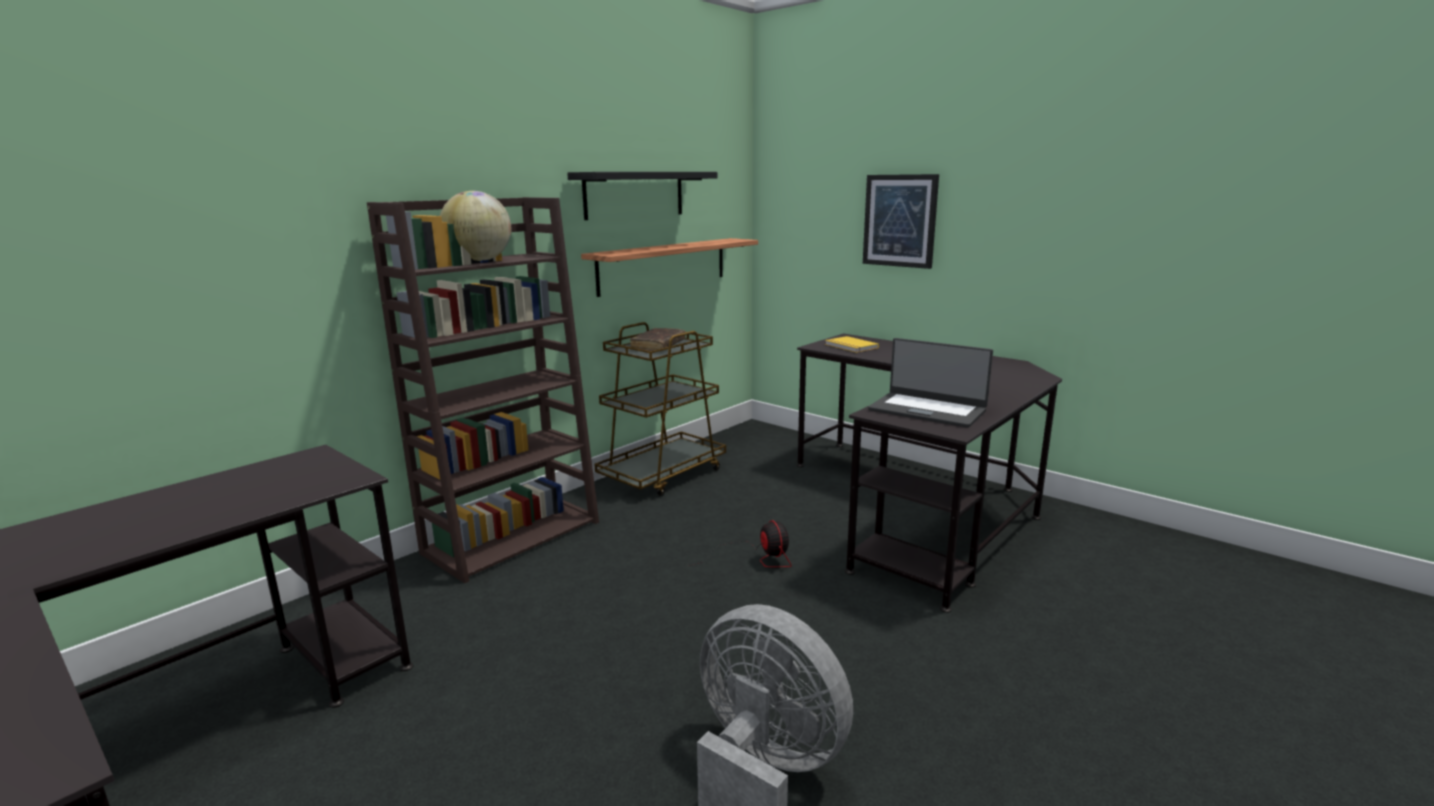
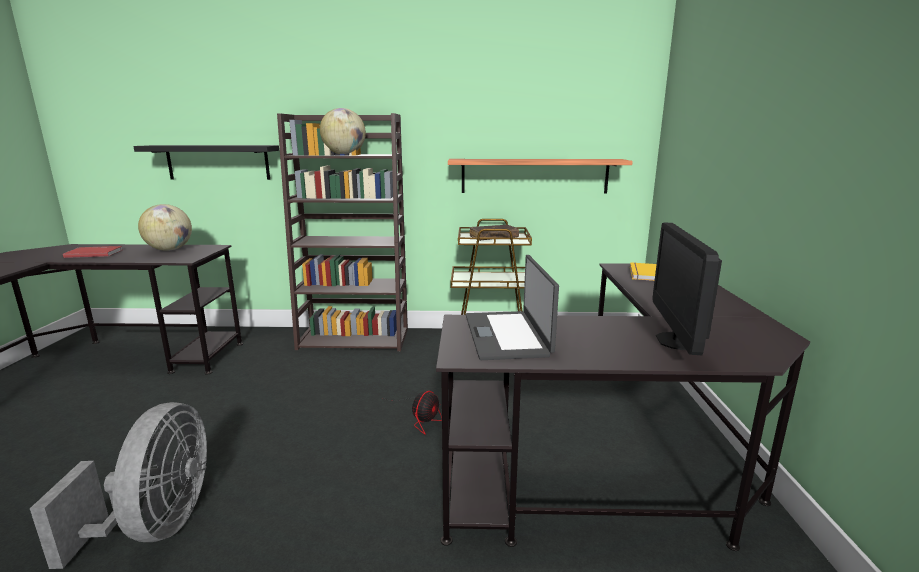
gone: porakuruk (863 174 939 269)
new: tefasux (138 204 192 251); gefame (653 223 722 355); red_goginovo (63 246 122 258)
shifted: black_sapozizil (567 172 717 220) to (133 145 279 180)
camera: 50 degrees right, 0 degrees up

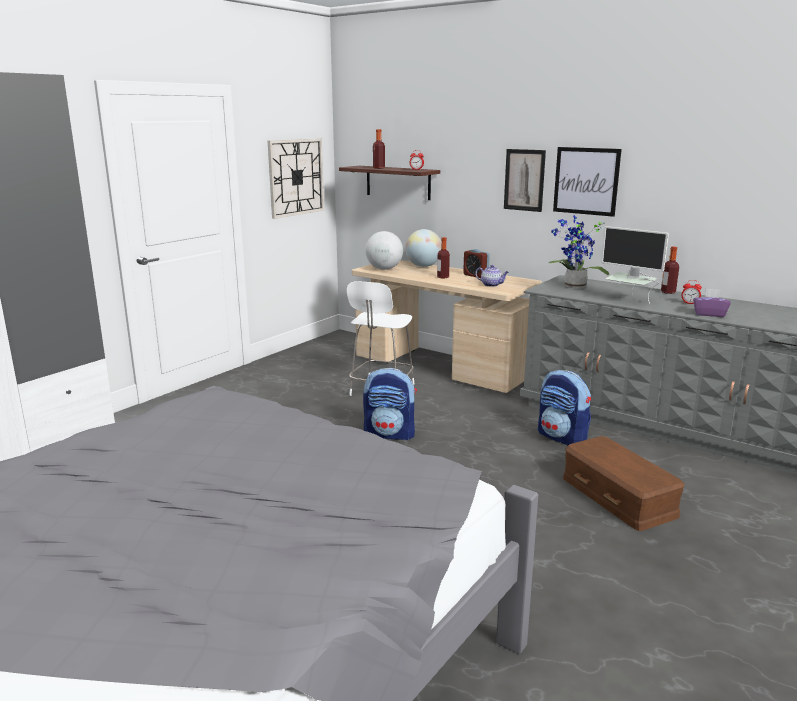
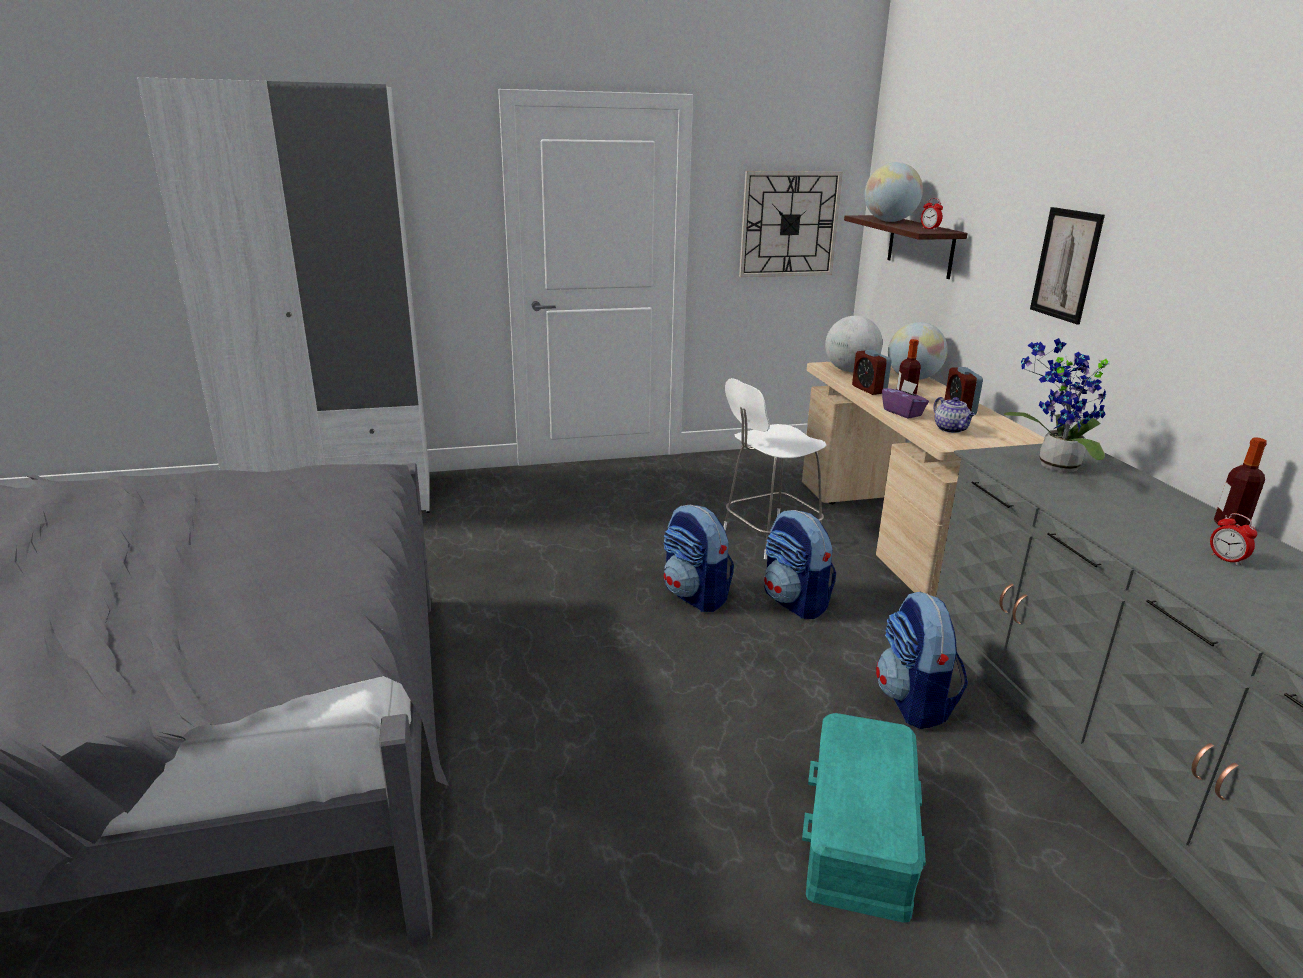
gone: porakuruk (553 147 622 217); gefame (601 226 669 304)
new: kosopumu (852 350 891 395); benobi (764 510 836 619)
shifted: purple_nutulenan (693 288 731 317) to (882 380 929 419)
swapped: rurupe (373 129 385 169) to tefasux (865 162 923 222)
repainted: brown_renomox (563 436 685 531) to turquoise_renomox (802 713 926 923)
camera: 40 degrees right, 5 degrees up

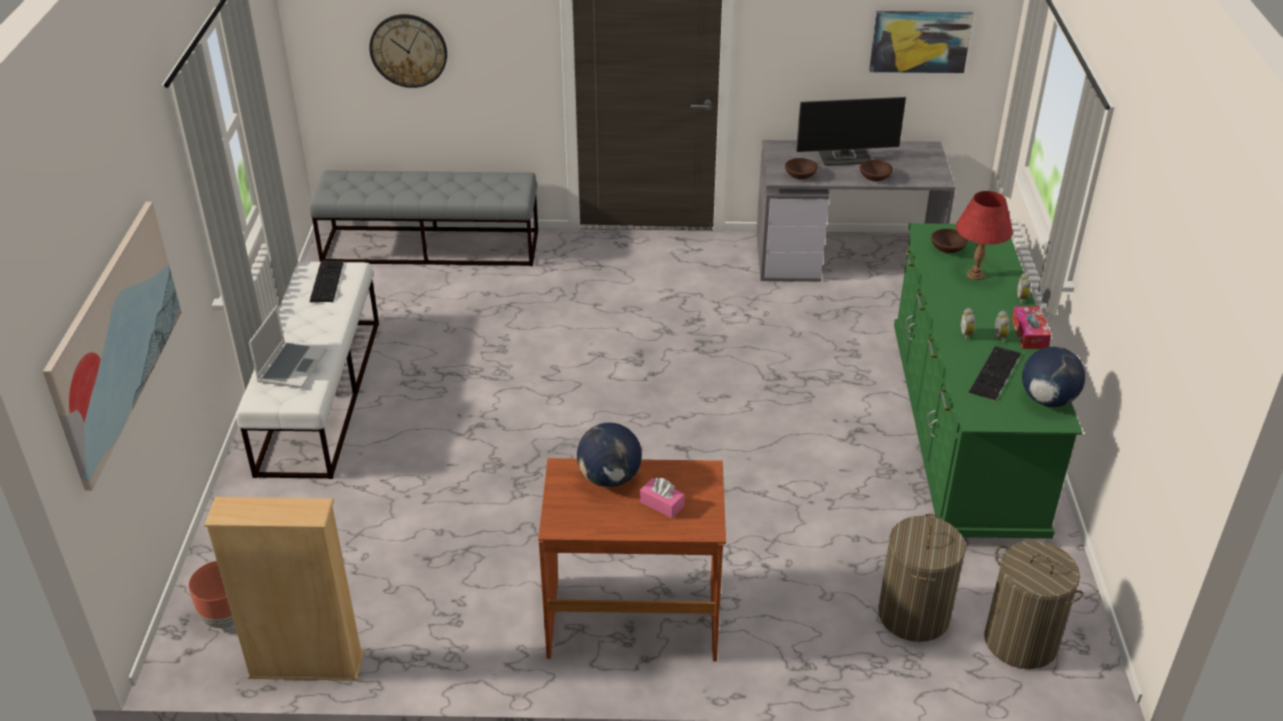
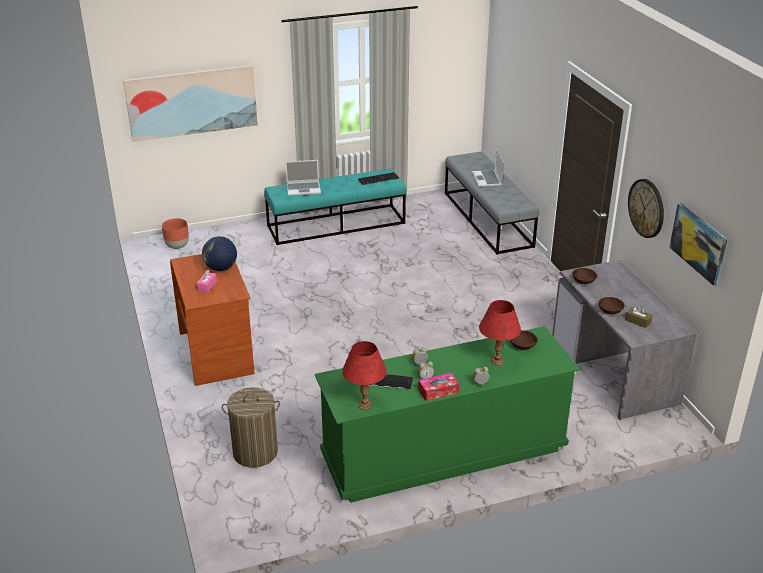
gone: gefame (796 97 906 166); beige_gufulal (204 497 364 681); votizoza (984 540 1083 669)
new: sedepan (472 149 504 187); brown_nutulenan (625 306 653 328)
shifted: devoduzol (369 14 447 88) to (628 179 664 238)
swapped: tefasux (1022 346 1085 407) to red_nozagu (342 341 387 410)
repainted: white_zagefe (236 262 379 479) to turquoise_zagefe (264 168 406 245)
camera: 70 degrees right, 5 degrees down

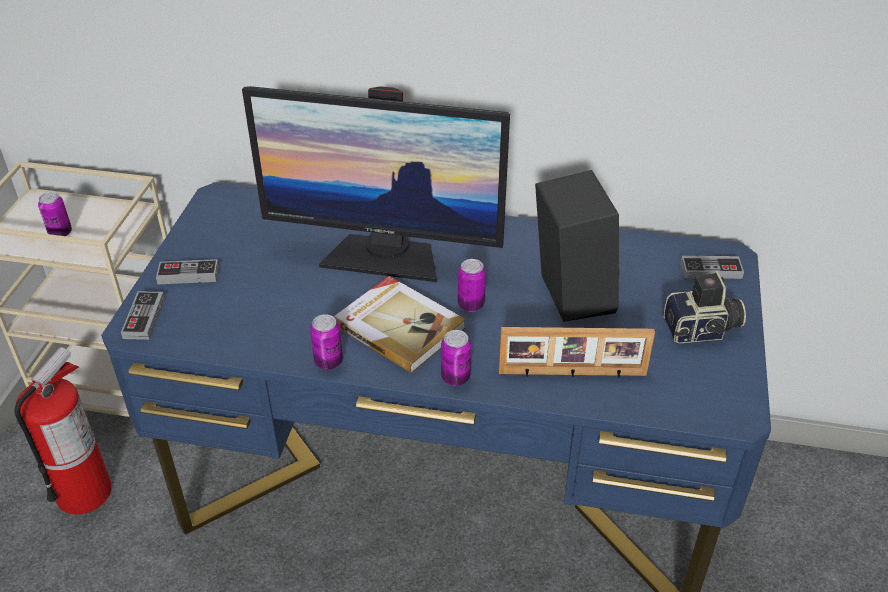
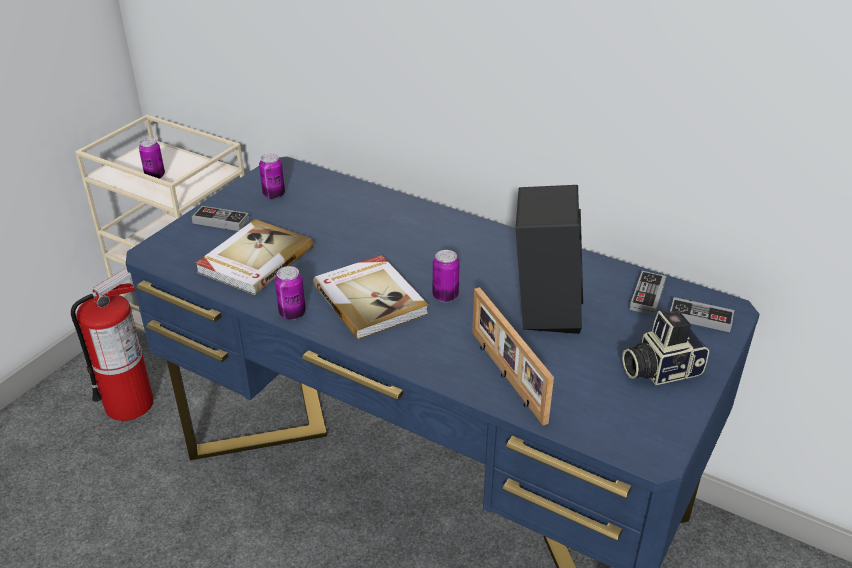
gone: gefame (242 86 510 282)
new: goginovo (195 219 313 295)
shifted: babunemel (121 291 165 340) to (629 271 666 316); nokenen (441 330 471 386) to (259 153 285 199)
rotated: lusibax (663 271 746 343) = (622 311 709 385) 150 degrees clockwise; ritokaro (499 327 655 378) = (472 287 554 426) 45 degrees clockwise
camera: 20 degrees right, 5 degrees down

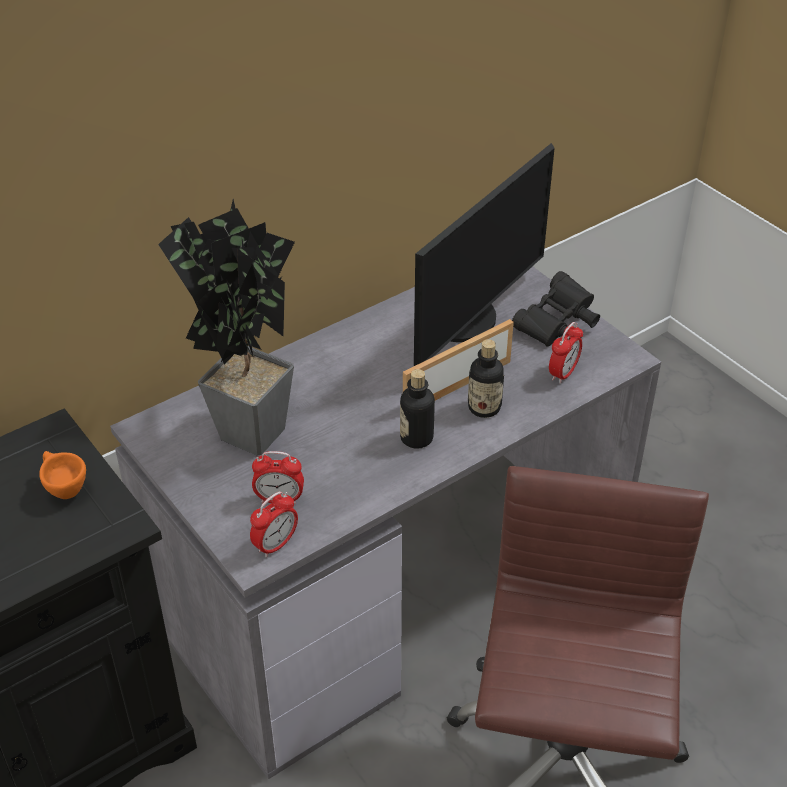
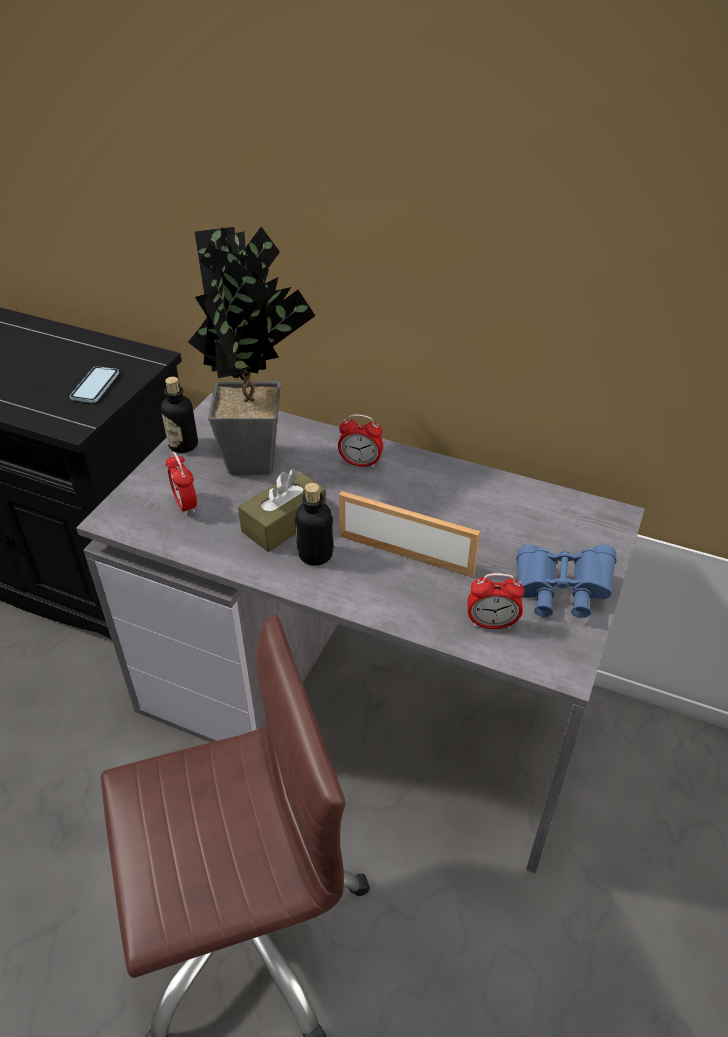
gone: gefame (414 143 554 366)
new: brown_nutulenan (238 469 326 552)
shifted: rurupe (468 339 504 418) to (161 377 198 453); kosopumu (250 491 298 558) to (338 414 383 468)
swapped: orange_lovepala (39 451 86 499) to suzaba (70 366 119 403)
repainted: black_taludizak (512 271 600 347) to blue_taludizak (517 545 616 618)
camera: 60 degrees right, 0 degrees up

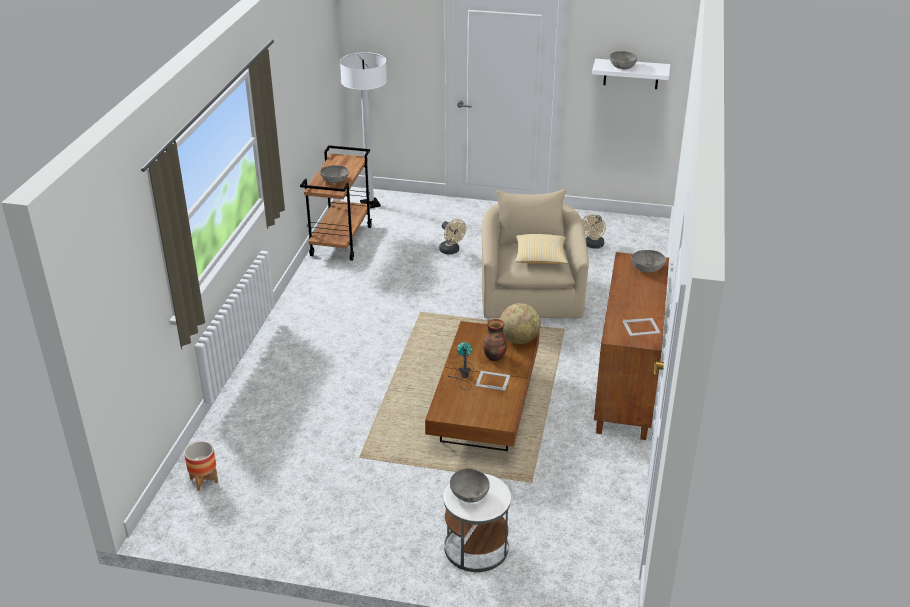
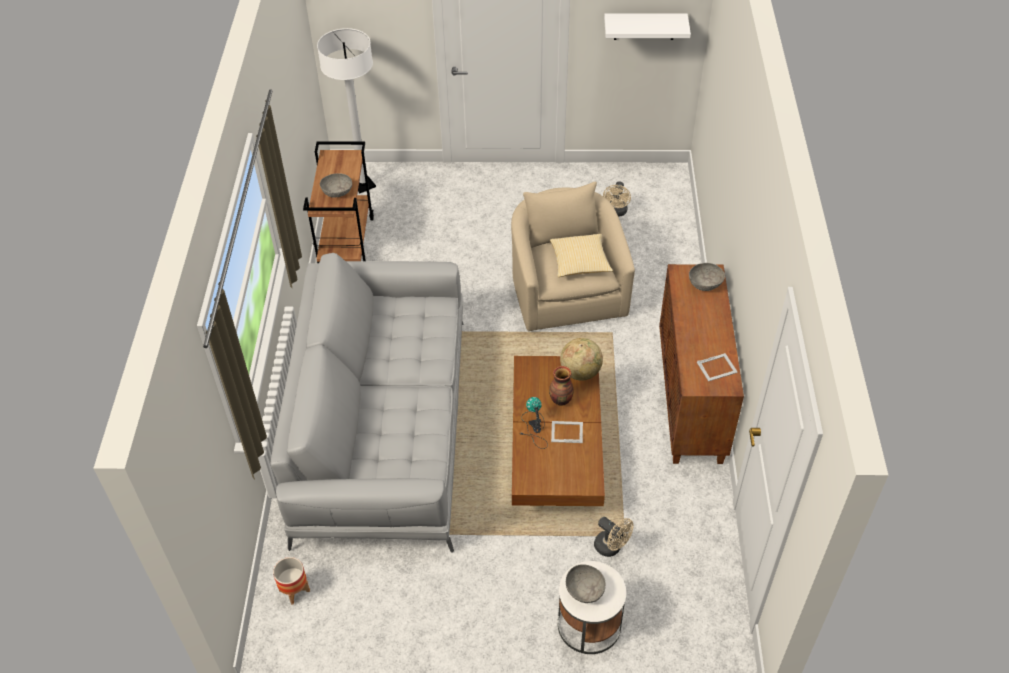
gone: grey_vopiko (610 51 637 70)
new: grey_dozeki (271 253 463 553)
shifted: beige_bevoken (439 219 466 254) to (594 517 634 557)
camera: 10 degrees left, 15 degrees up

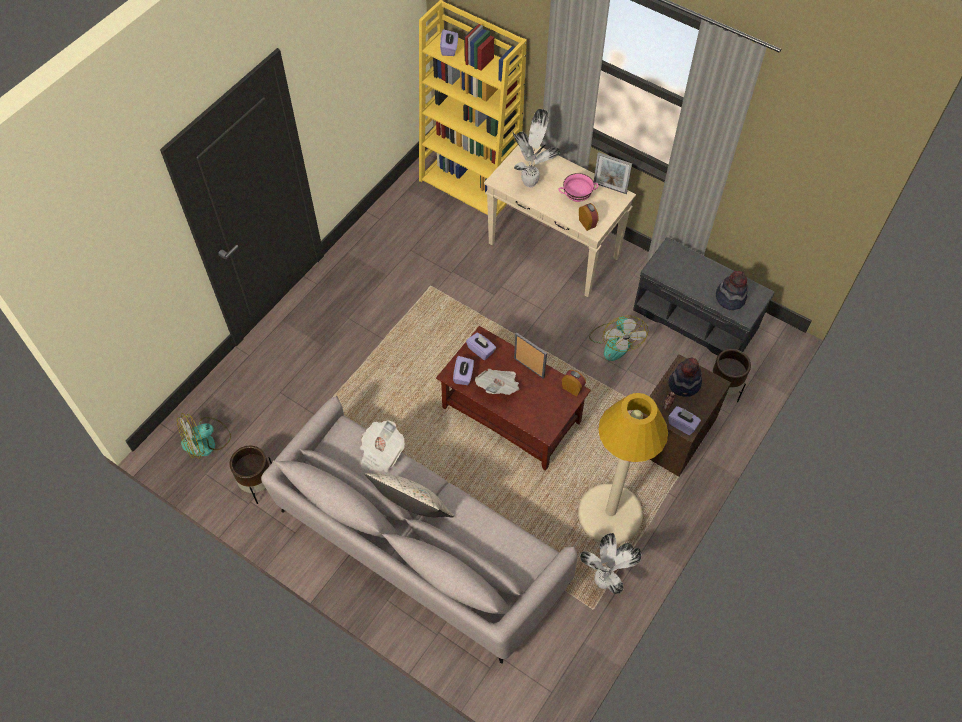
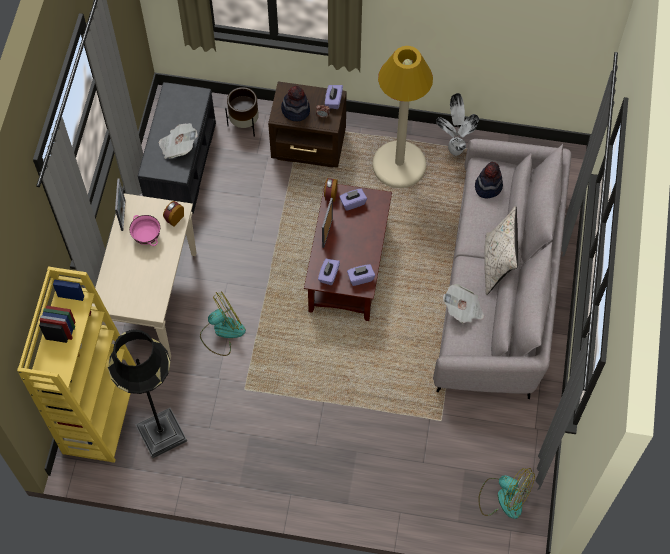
gone: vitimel (513 109 560 187); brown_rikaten (230 446 272 504)
new: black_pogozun (108 330 187 459)
shifted: purple_nutulenan (440 29 458 56) to (339 189 367 211); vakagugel (716 271 748 310) to (475 162 503 198); bevoken (589 316 648 361) to (200 291 246 356); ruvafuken (475 369 519 395) to (159 123 197 159)
camera: 115 degrees left, 5 degrees up

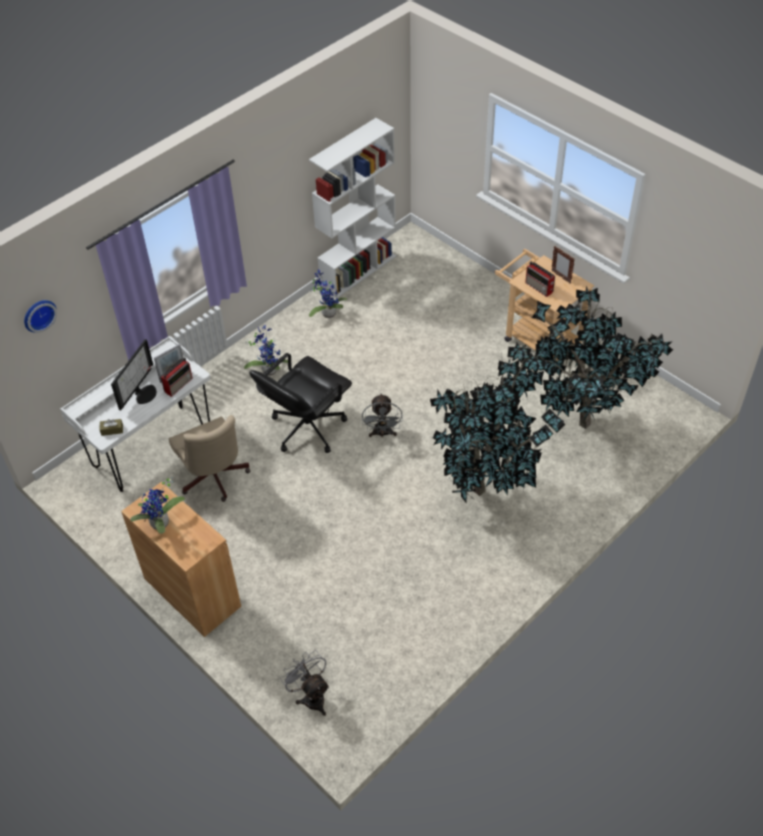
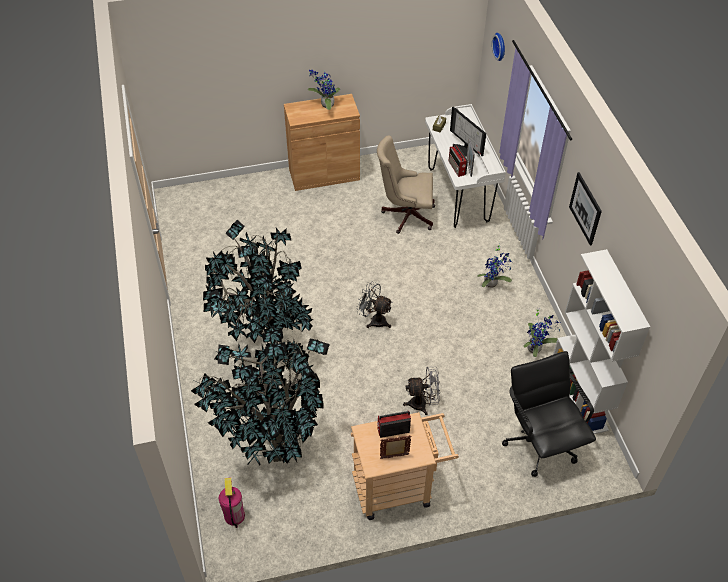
new: porakuruk (569 172 602 246); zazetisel (219 478 245 528)
shifted: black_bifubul (249 353 352 453) to (502 351 596 477); grey_bevoken (280 650 329 716) to (403 367 440 415)
camera: 120 degrees right, 0 degrees up

